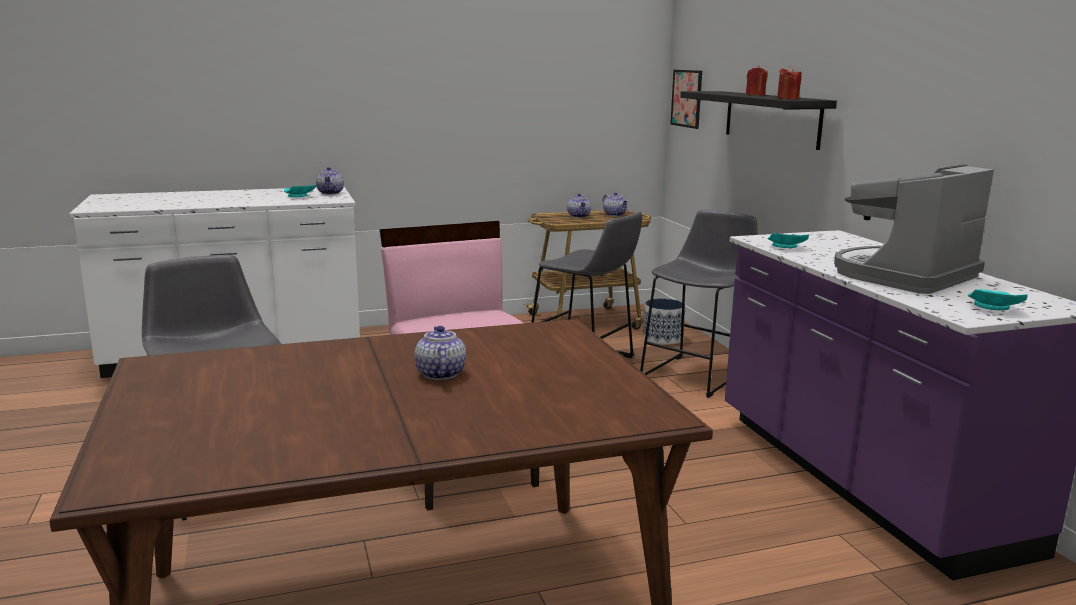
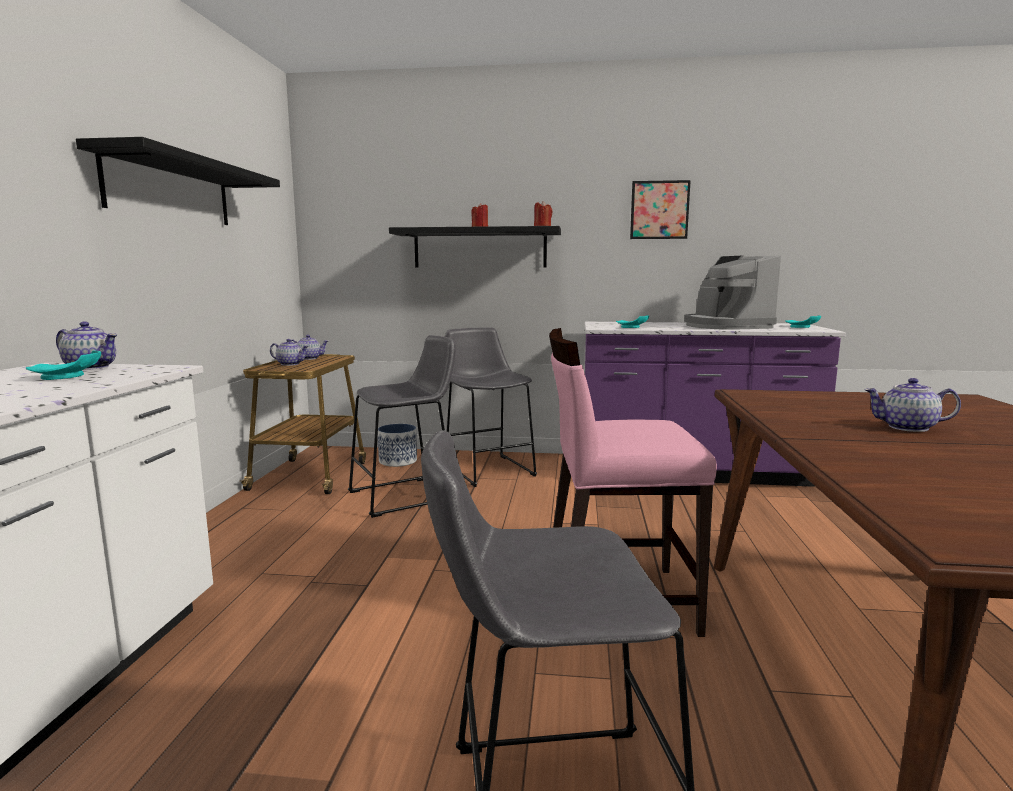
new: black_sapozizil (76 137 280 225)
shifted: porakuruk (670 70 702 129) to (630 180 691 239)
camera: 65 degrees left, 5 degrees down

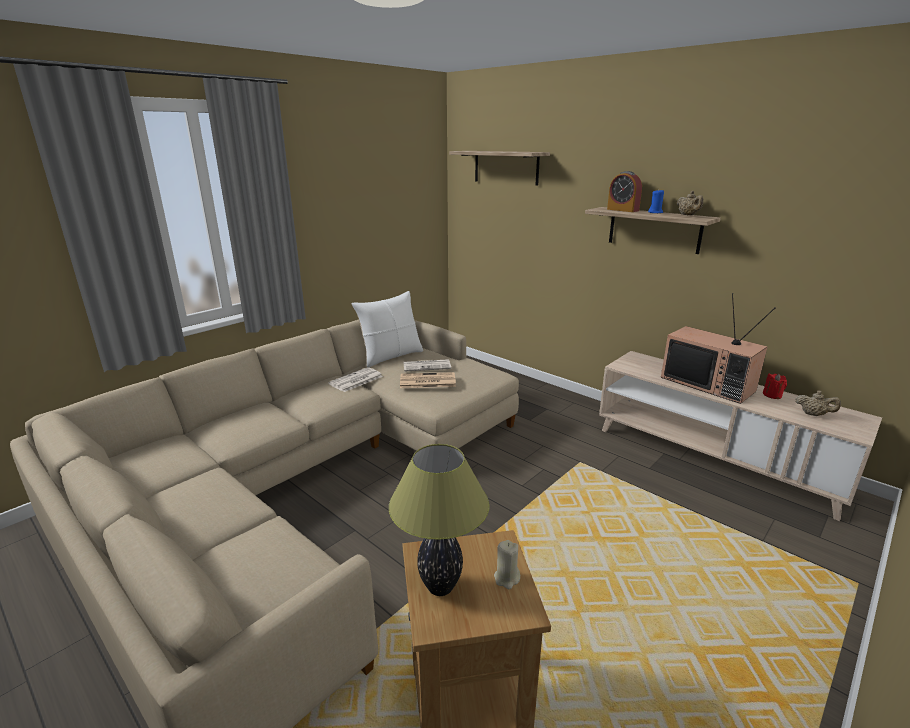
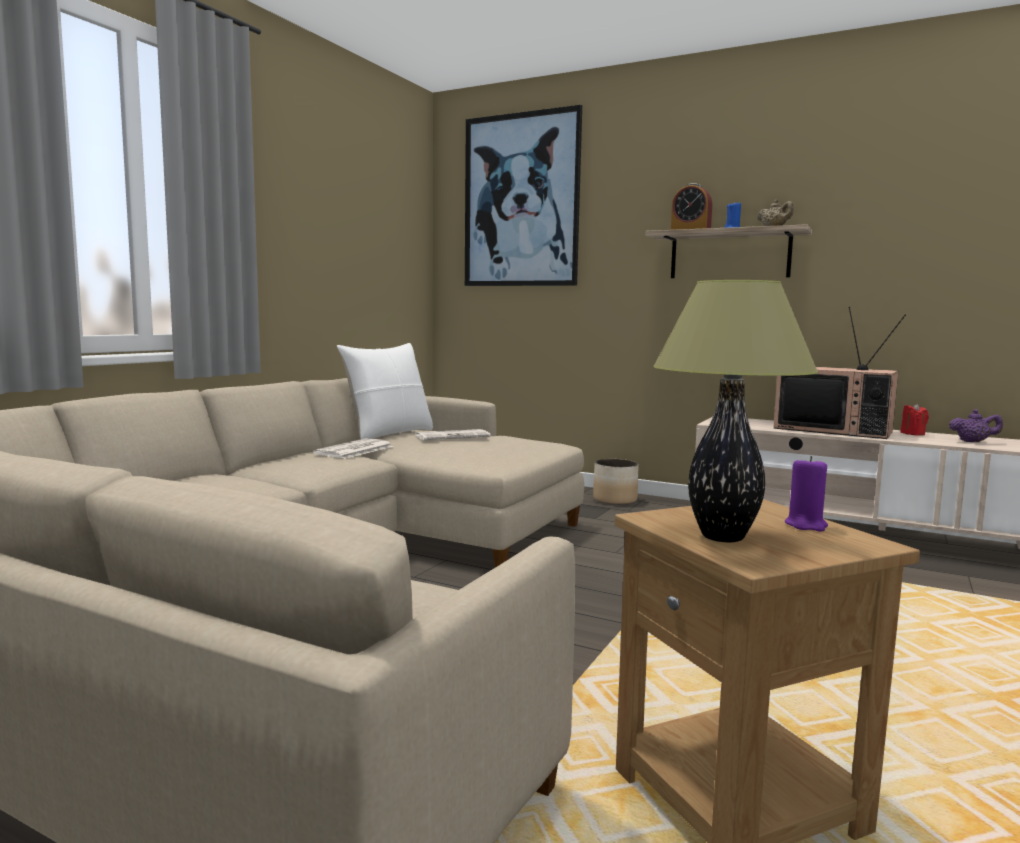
gone: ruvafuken (400 372 456 388)
new: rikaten (593 459 639 505)
swapped: sapozizil (449 151 550 186) to porakuruk (465 105 582 286)
repainted: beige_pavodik (795 391 841 416) to purple_pavodik (949 409 1003 442); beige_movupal (494 540 520 589) to purple_movupal (785 456 828 532)
camera: 15 degrees left, 15 degrees down

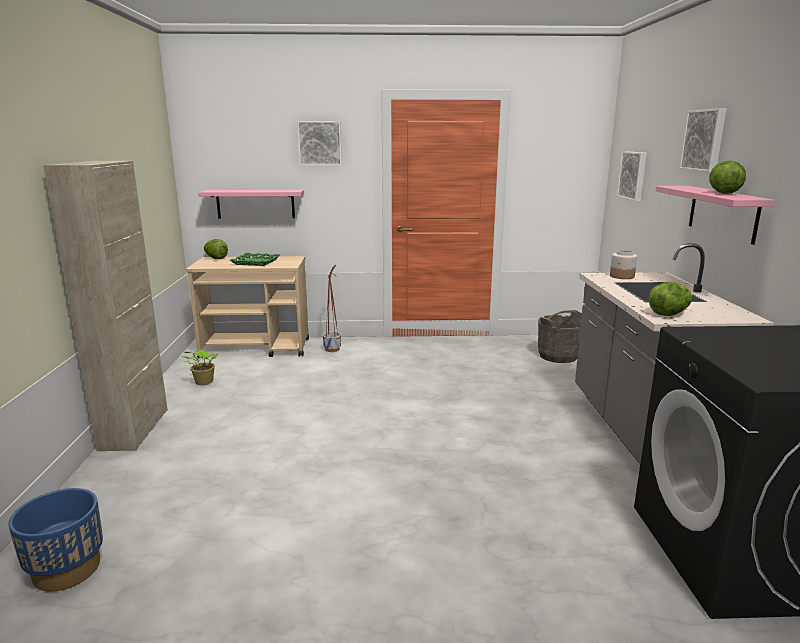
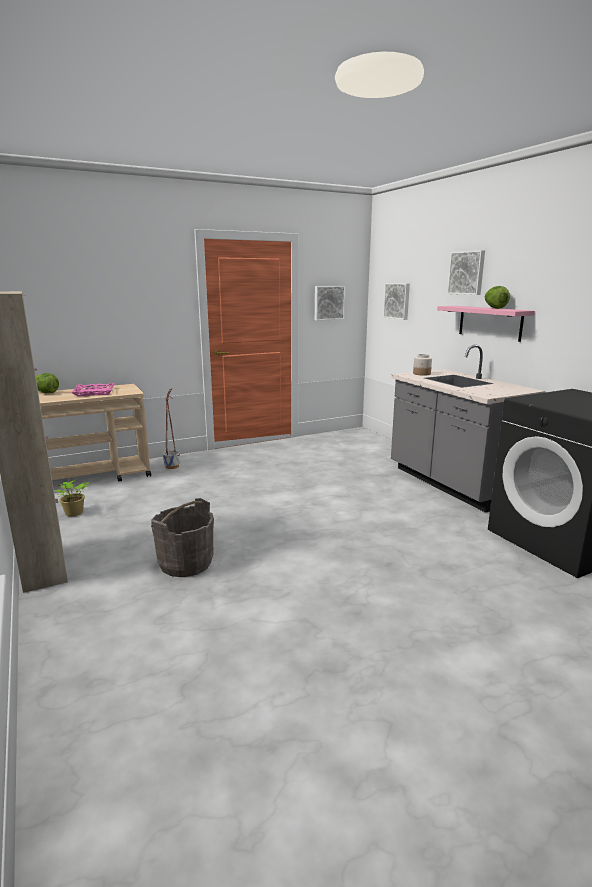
gone: pink_sapozizil (198 190 304 219); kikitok (649 282 692 316); blue_rikaten (8 488 103 592)
shifted: porakuruk (297 121 342 166) to (315 286 345 321); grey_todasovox (538 310 582 363) to (151 498 214 577)
repainted: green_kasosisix (230 253 280 266) to pink_kasosisix (71 383 115 396)
camera: 25 degrees left, 0 degrees up

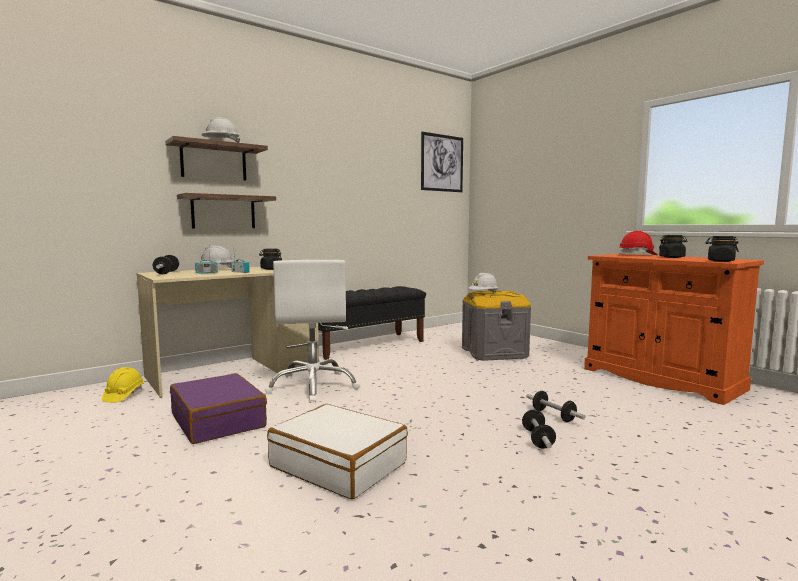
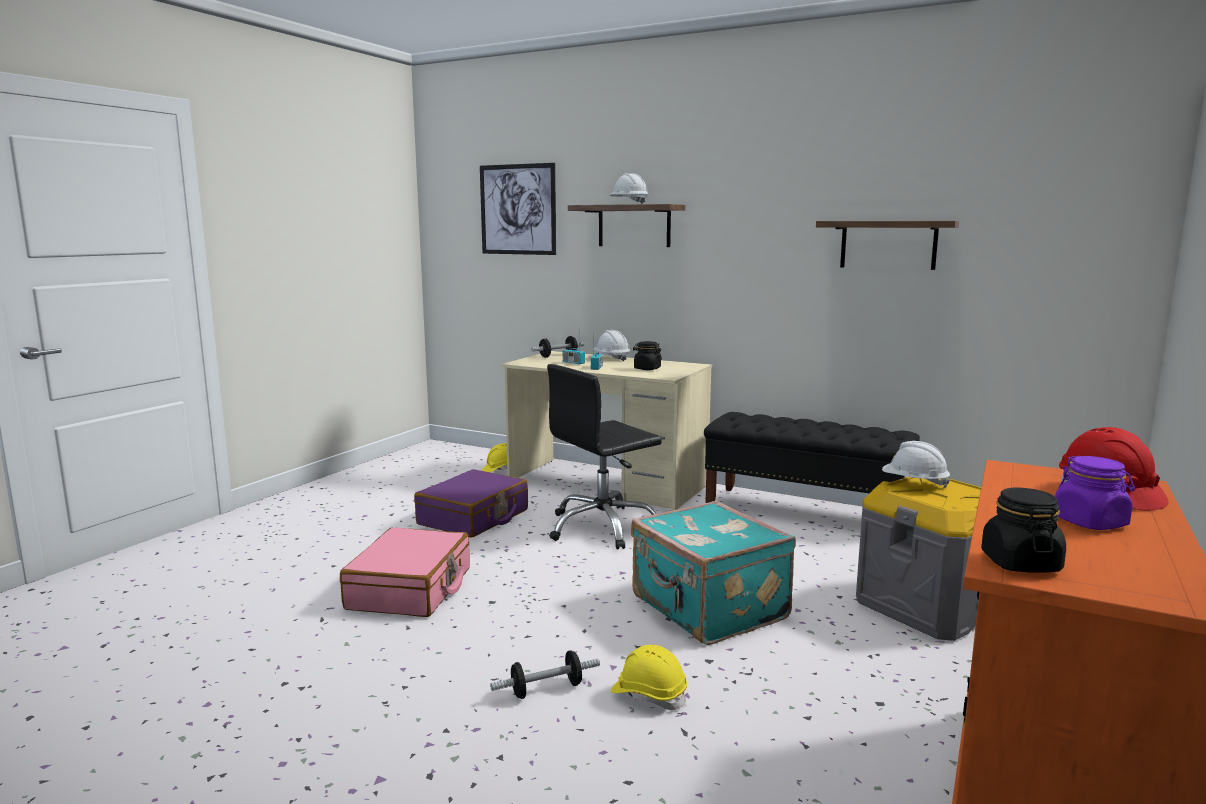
new: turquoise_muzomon (631 501 796 645)
shifted: porakuruk (421 132 463 192) to (480 163 556 255); sapozizil (177 193 276 228) to (816 221 959 270)
swapped: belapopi (526 391 585 422) to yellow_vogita (611 645 687 710)
repainted: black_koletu (659 235 687 258) to purple_koletu (1055 456 1135 530); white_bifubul (265 260 360 403) to black_bifubul (547 364 662 550); white_muzomon (267 404 408 499) to pink_muzomon (340 527 470 617)
camera: 65 degrees right, 5 degrees up

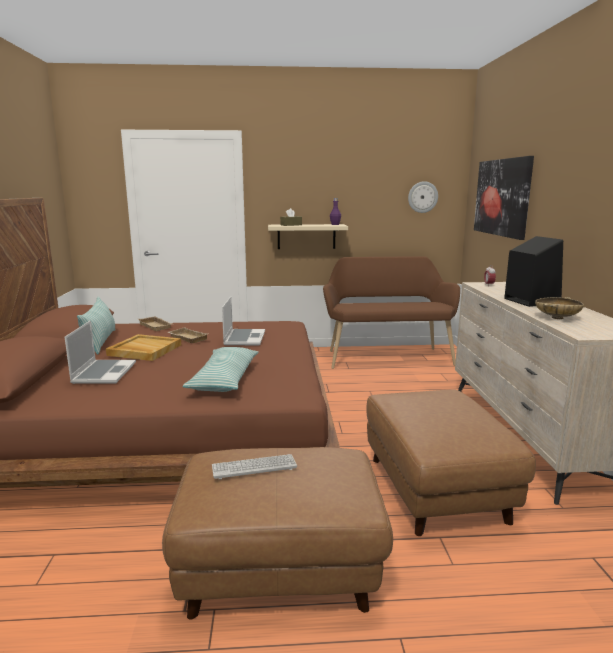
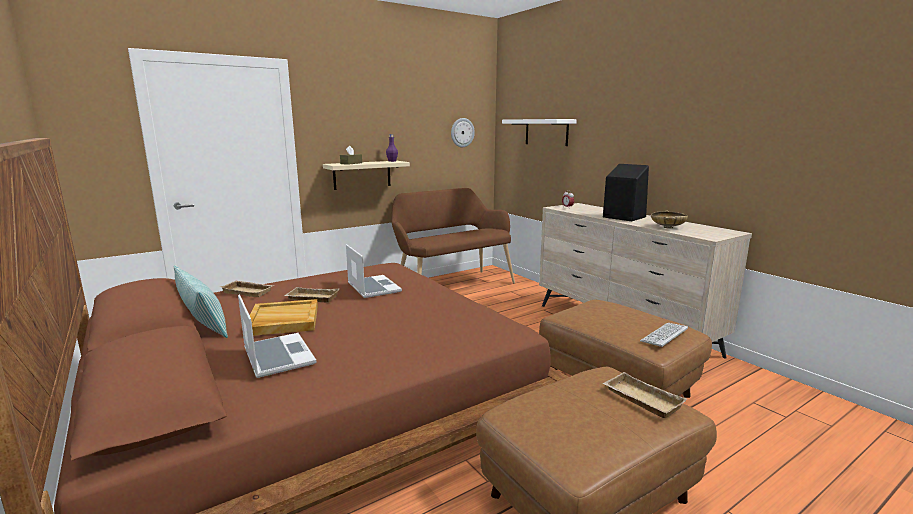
gone: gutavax (183 347 259 392)
new: beige_kasosisix (603 372 687 418)
shifted: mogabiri (212 454 297 479) to (640 323 688 347)
swapped: porakuruk (474 156 534 240) to white_sapozizil (502 119 577 146)
camera: 30 degrees left, 0 degrees up

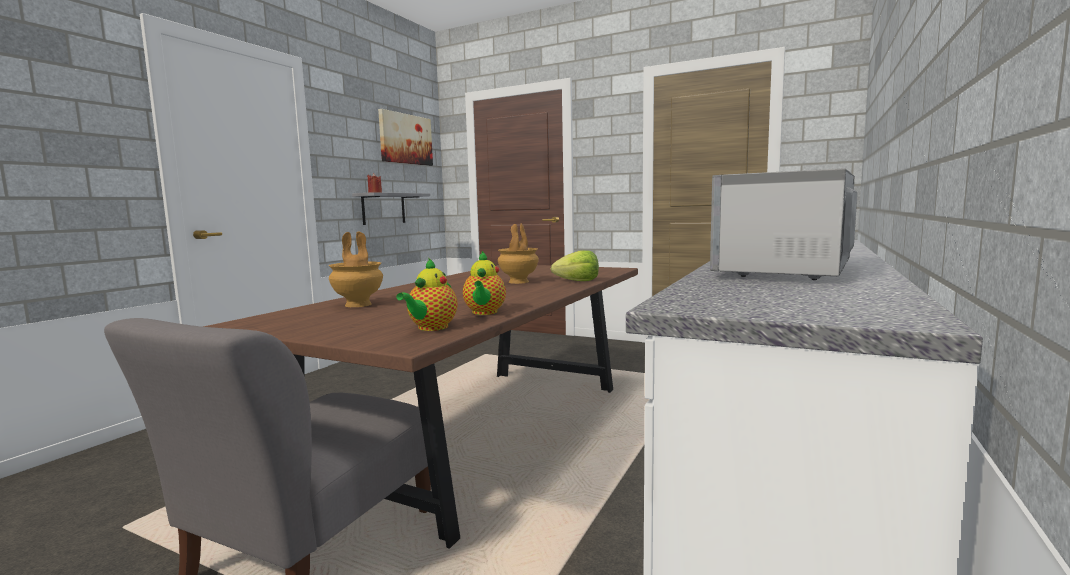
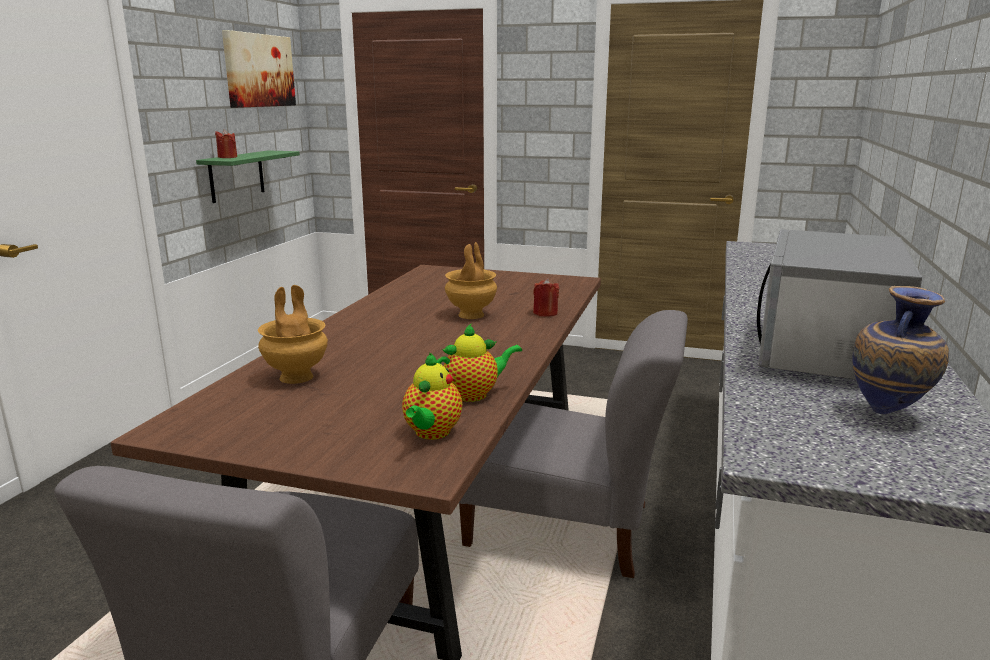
new: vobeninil (852 286 949 414); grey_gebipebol (459 310 688 578)
swapped: kikitok (551 250 599 281) to red_movupal (533 278 559 317)
repainted: grey_sapozizil (352 192 430 225) to green_sapozizil (196 150 300 203)
rotated: pavodik (463 251 506 315) = (437 323 522 402) 105 degrees counterclockwise
camera: 10 degrees left, 10 degrees up

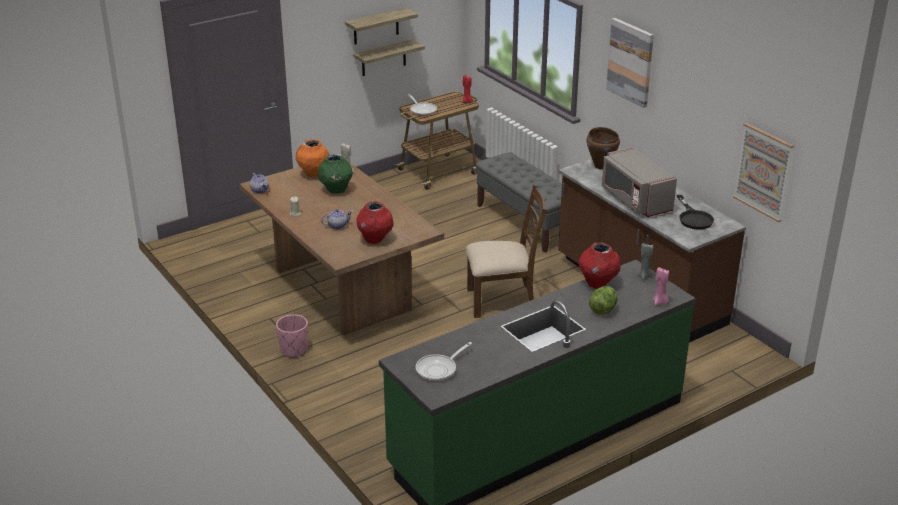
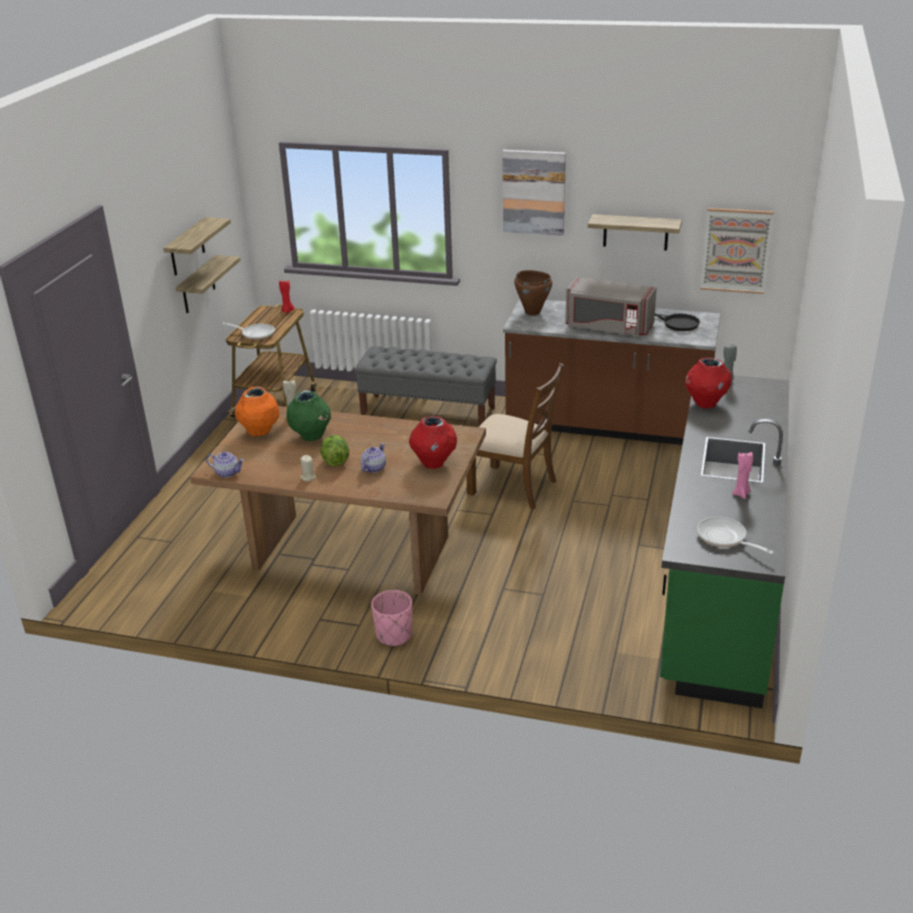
new: sapozizil (588 214 682 251)
shifted: pink_movupal (653 267 669 306) to (733 452 753 499); kikitok (589 286 618 315) to (320 435 349 466)
rotated: brown_gebipebol (466 184 547 318) = (467 363 564 509) 75 degrees clockwise; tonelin (416 342 472 381) = (697 517 774 554) 135 degrees clockwise
camera: 40 degrees left, 0 degrees up

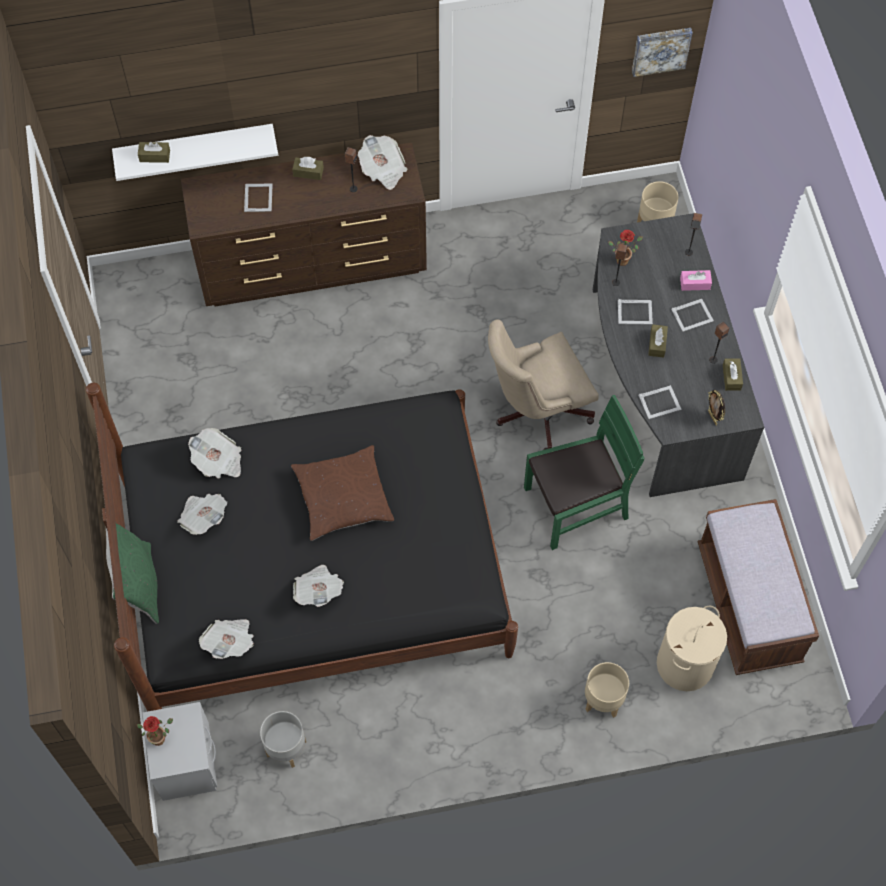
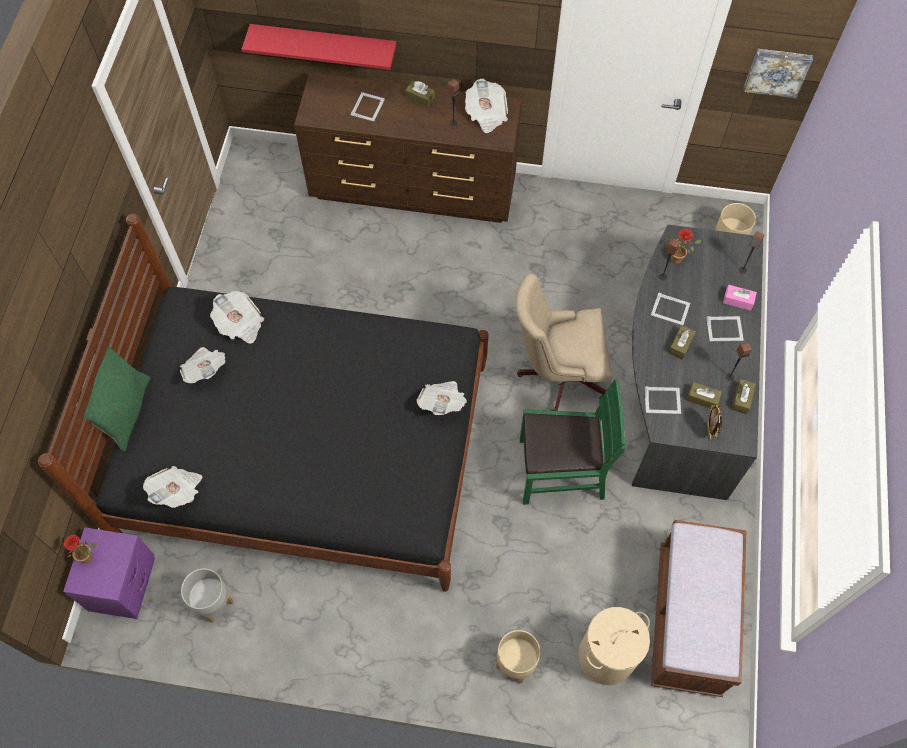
gone: brown_gutavax (291 445 394 541)
shifted: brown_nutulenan (138 142 170 163) to (687 382 722 409); ruvafuken (293 565 344 607) to (416 381 467 415)
repainted: white_sapozizil (112 124 278 181) to red_sapozizil (242 24 397 70); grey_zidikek (143 702 217 801) to purple_zidikek (63 527 155 619)
camera: 20 degrees right, 0 degrees up

